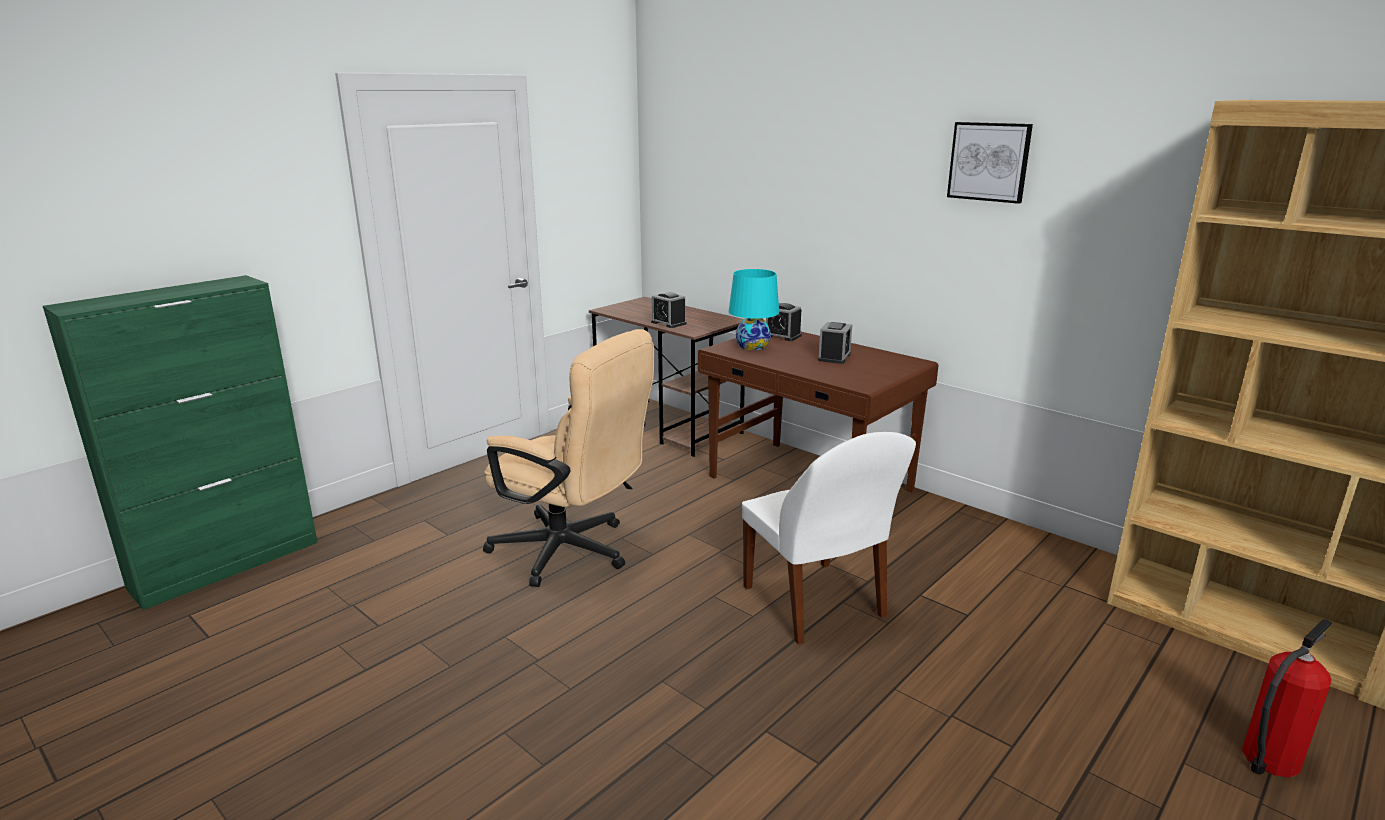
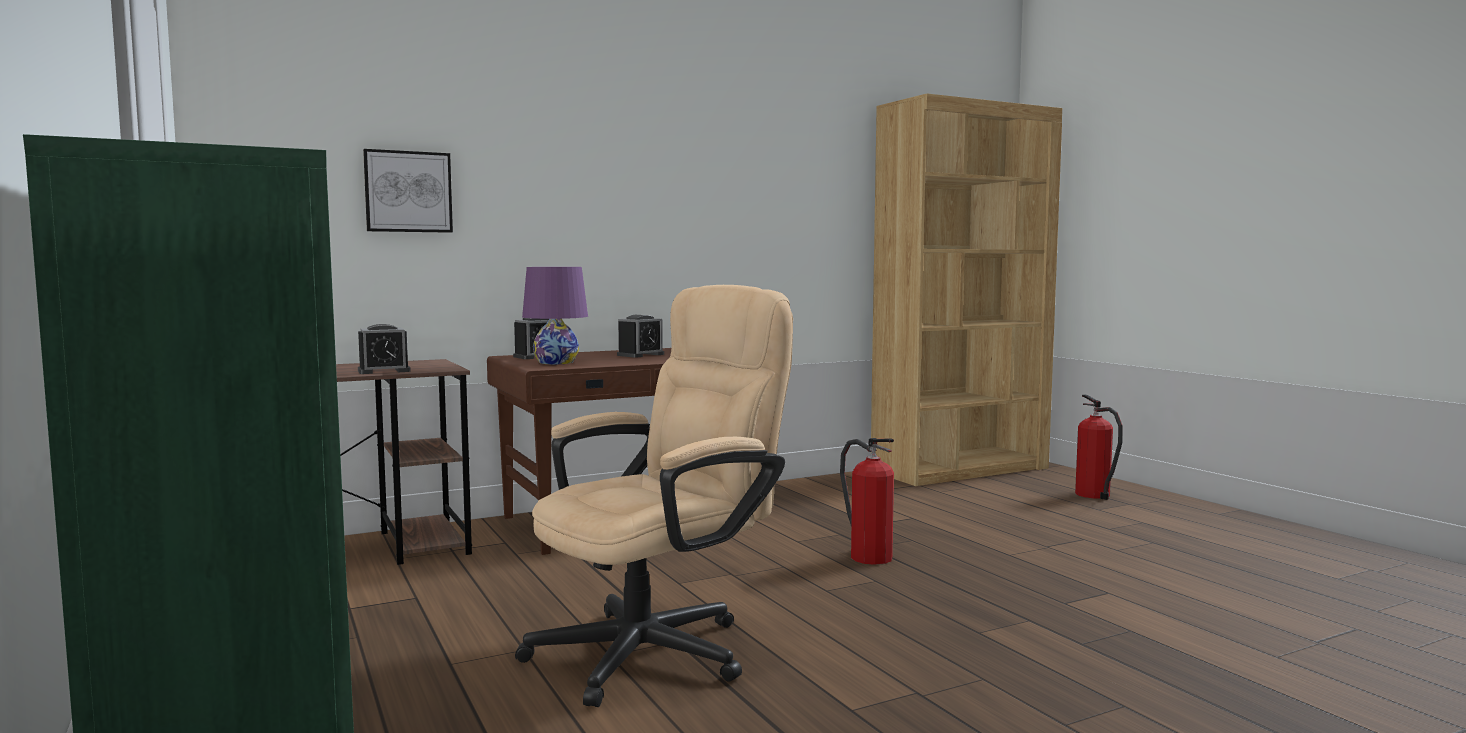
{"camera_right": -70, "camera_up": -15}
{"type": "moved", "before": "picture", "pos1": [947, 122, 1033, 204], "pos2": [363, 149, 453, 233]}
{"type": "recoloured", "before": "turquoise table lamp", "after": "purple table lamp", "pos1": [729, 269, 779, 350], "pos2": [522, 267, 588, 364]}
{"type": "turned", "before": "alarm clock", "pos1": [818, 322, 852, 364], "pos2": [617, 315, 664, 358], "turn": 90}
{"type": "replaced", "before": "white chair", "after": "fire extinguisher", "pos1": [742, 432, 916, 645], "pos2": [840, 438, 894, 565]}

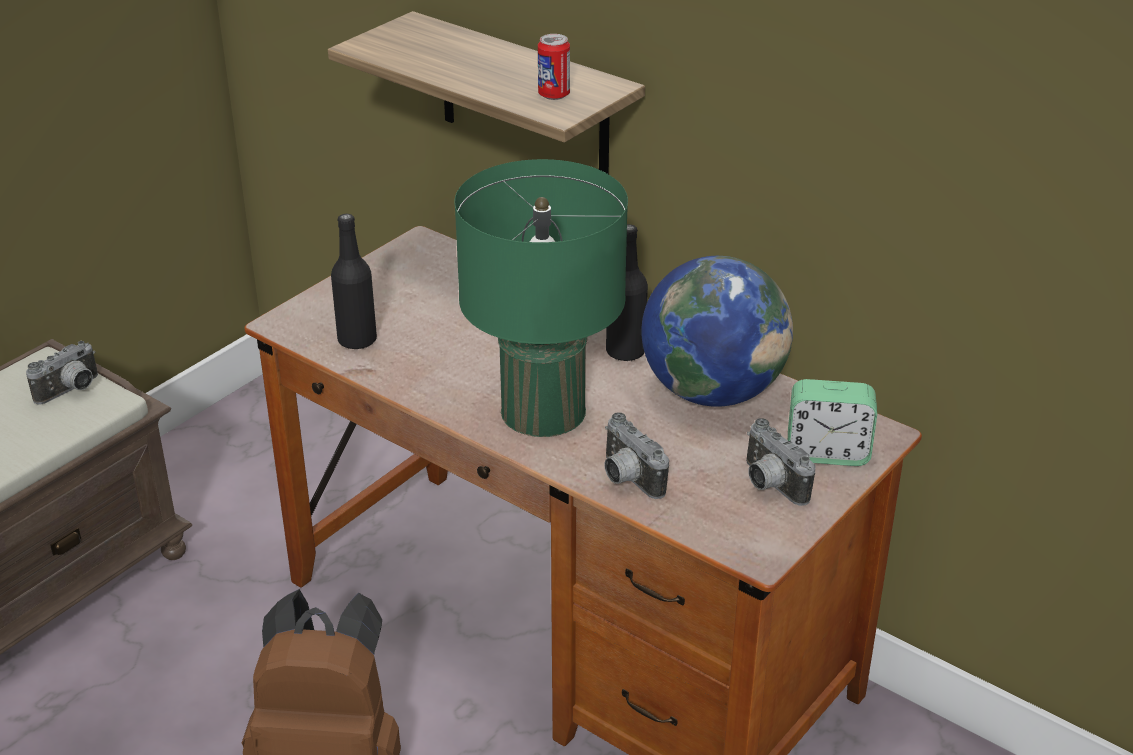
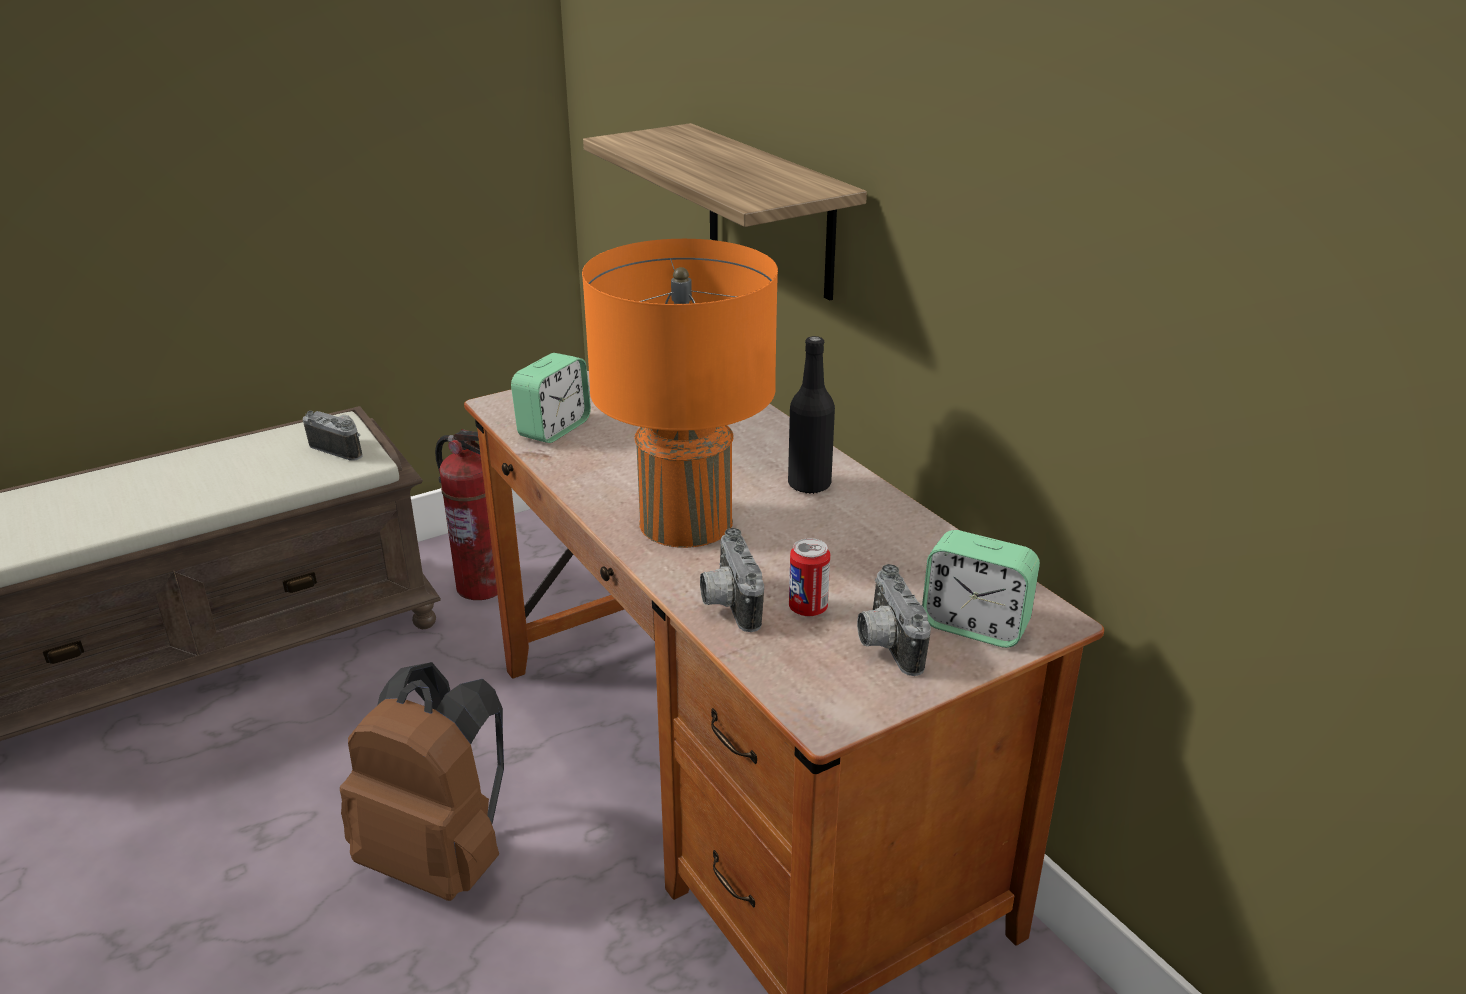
{"camera_right": 20, "camera_up": -5}
{"type": "moved", "before": "can", "pos1": [538, 34, 570, 100], "pos2": [789, 538, 830, 616]}
{"type": "recoloured", "before": "green table lamp", "after": "orange table lamp", "pos1": [454, 159, 628, 437], "pos2": [582, 239, 778, 548]}
{"type": "replaced", "before": "black bottle", "after": "alarm clock", "pos1": [331, 214, 377, 349], "pos2": [511, 353, 591, 443]}
{"type": "removed", "before": "globe", "pos1": [641, 256, 793, 407]}
{"type": "turned", "before": "photo camera", "pos1": [26, 341, 98, 405], "pos2": [303, 411, 363, 461], "turn": -120}
{"type": "added", "after": "fire extinguisher", "pos2": [435, 429, 498, 600]}

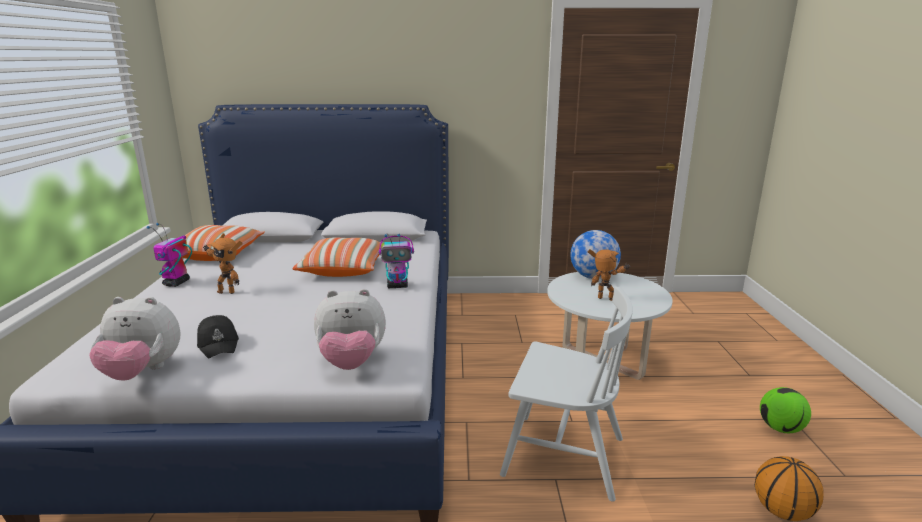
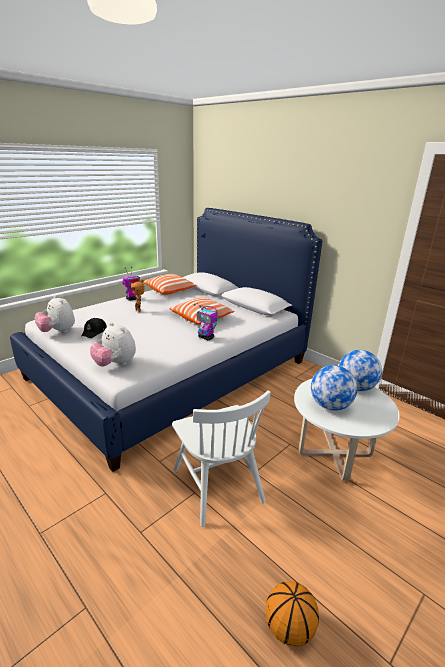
{"camera_right": 45, "camera_up": 5}
{"type": "replaced", "before": "toy robot", "after": "globe", "pos1": [588, 249, 631, 301], "pos2": [311, 365, 357, 411]}
{"type": "removed", "before": "football", "pos1": [760, 387, 811, 433]}

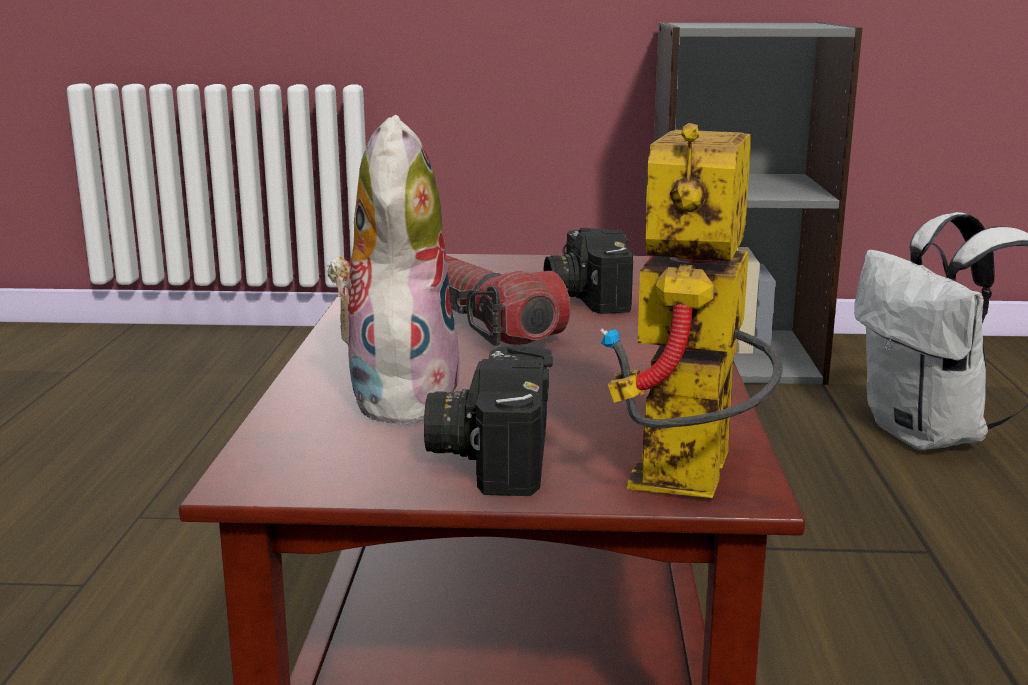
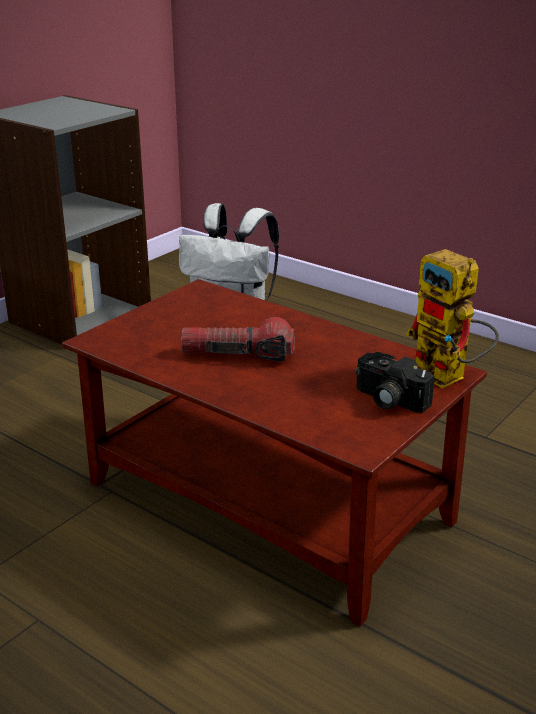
{"camera_right": -55, "camera_up": 10}
{"type": "removed", "before": "plush toy", "pos1": [327, 115, 460, 425]}
{"type": "removed", "before": "photo camera", "pos1": [543, 228, 633, 314]}

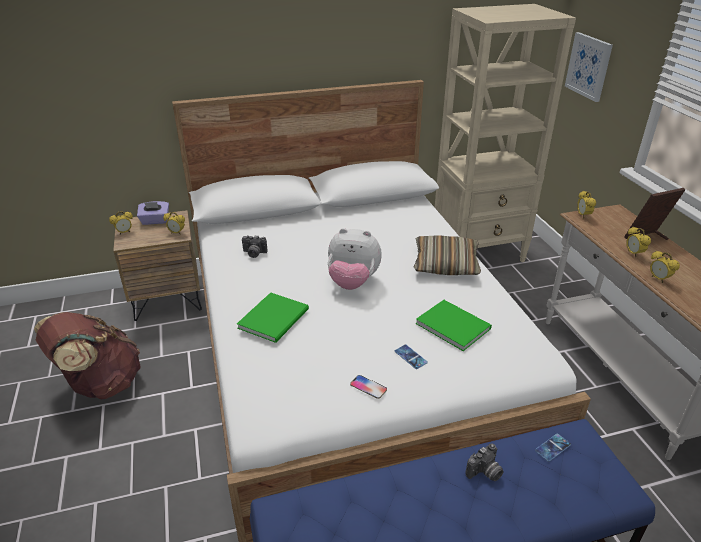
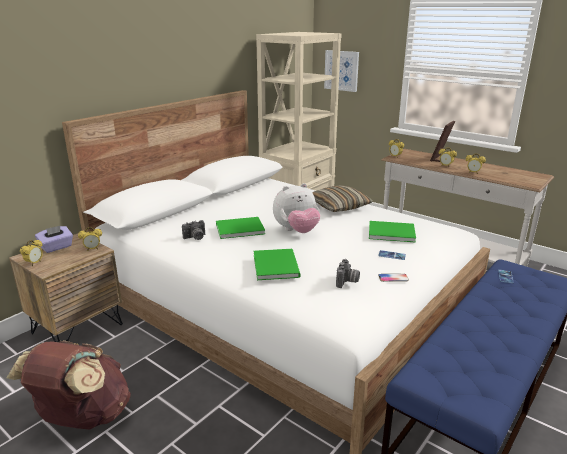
{"camera_right": -35, "camera_up": -10}
{"type": "moved", "before": "photo camera", "pos1": [465, 443, 504, 481], "pos2": [336, 259, 360, 288]}
{"type": "added", "after": "green book", "pos2": [216, 217, 265, 239]}

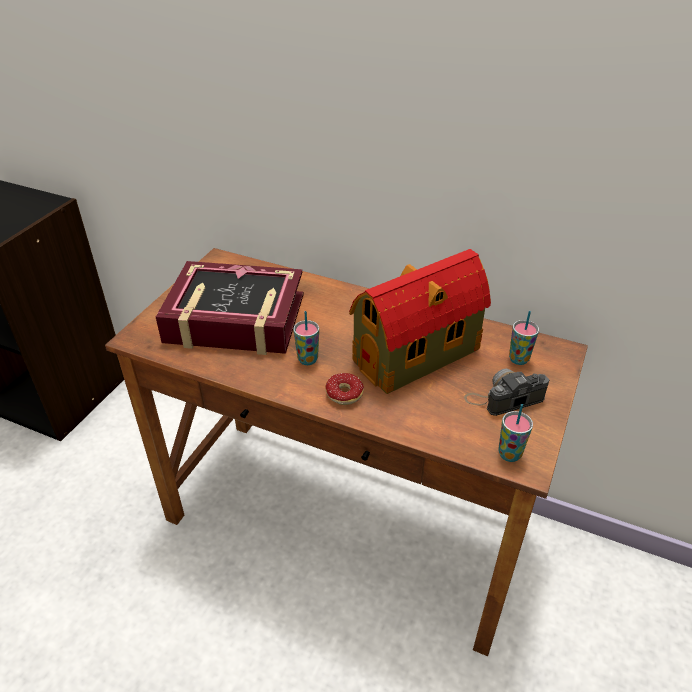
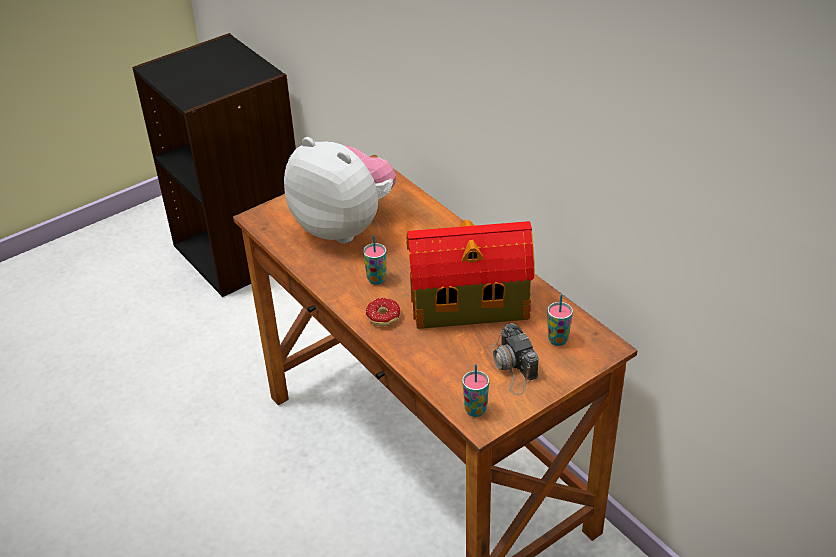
{"camera_right": 30, "camera_up": 0}
{"type": "replaced", "before": "book", "after": "plush toy", "pos1": [156, 261, 304, 355], "pos2": [284, 137, 396, 243]}
{"type": "turned", "before": "photo camera", "pos1": [464, 368, 549, 416], "pos2": [490, 323, 539, 395], "turn": -120}

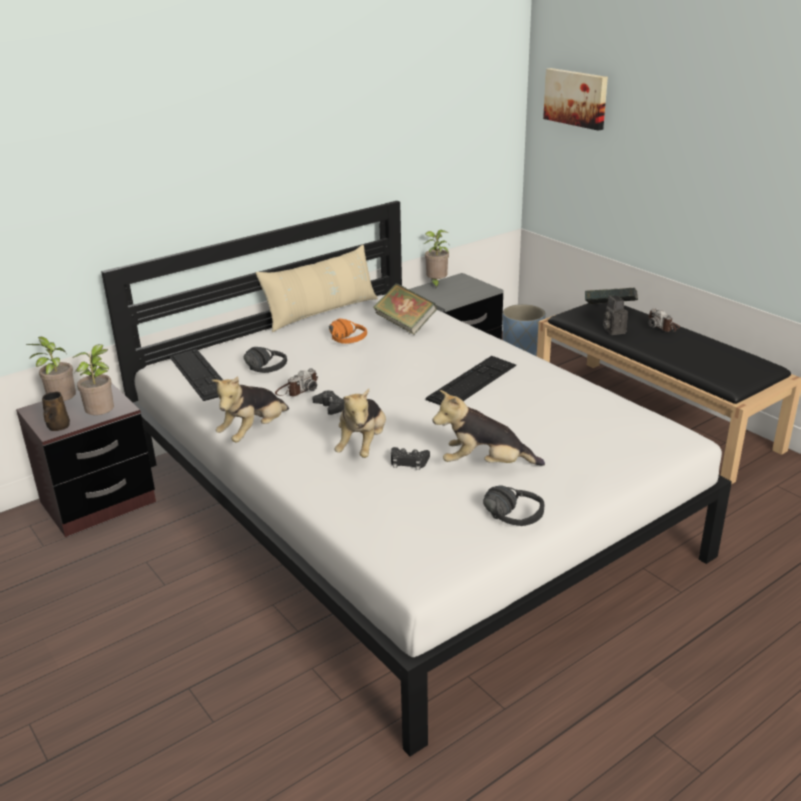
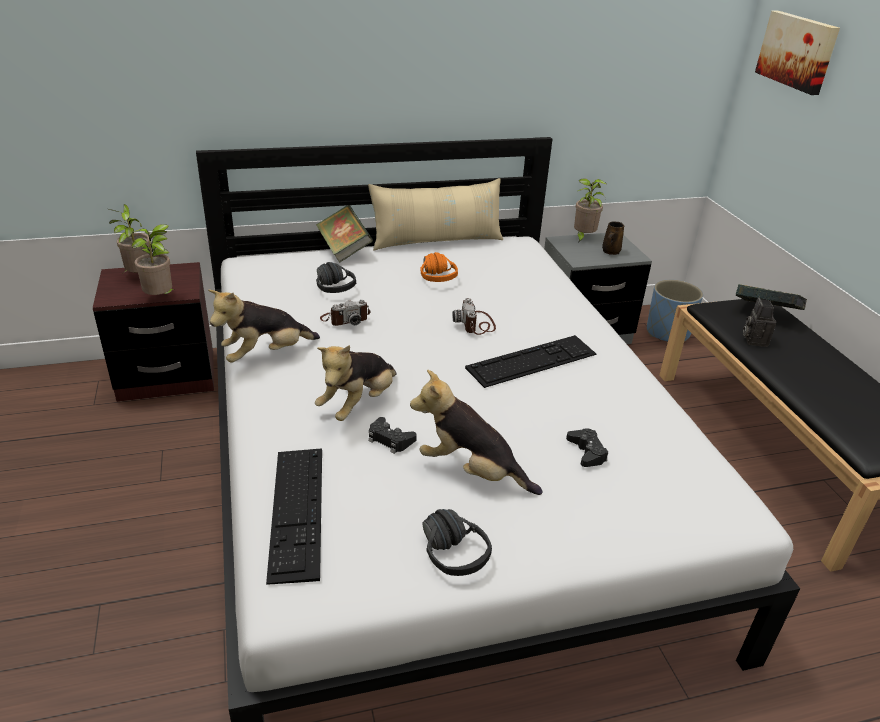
{"camera_right": 20, "camera_up": 5}
{"type": "moved", "before": "book", "pos1": [373, 283, 437, 335], "pos2": [316, 205, 373, 263]}
{"type": "moved", "before": "photo camera", "pos1": [648, 308, 680, 332], "pos2": [453, 298, 496, 335]}
{"type": "moved", "before": "keyboard", "pos1": [169, 349, 223, 401], "pos2": [266, 448, 322, 585]}
{"type": "moved", "before": "black game controller", "pos1": [312, 390, 344, 415], "pos2": [566, 428, 608, 467]}
{"type": "moved", "before": "brown mug", "pos1": [42, 392, 70, 431], "pos2": [602, 222, 624, 255]}

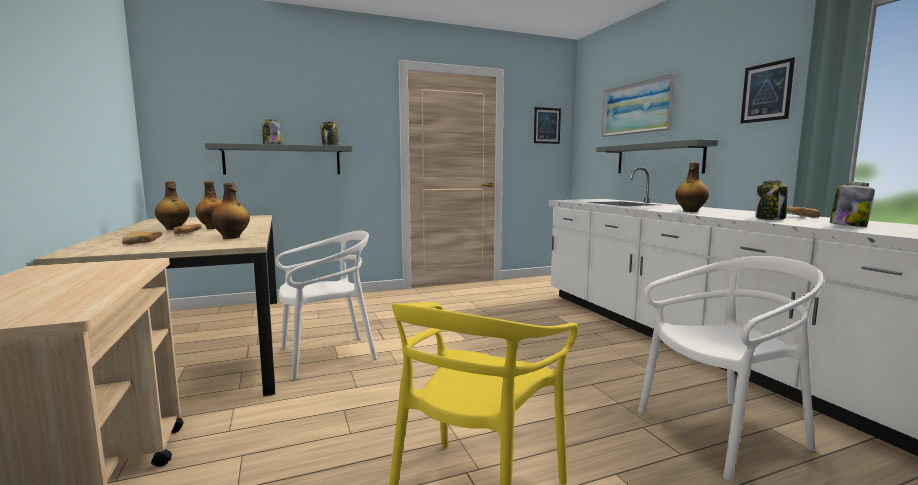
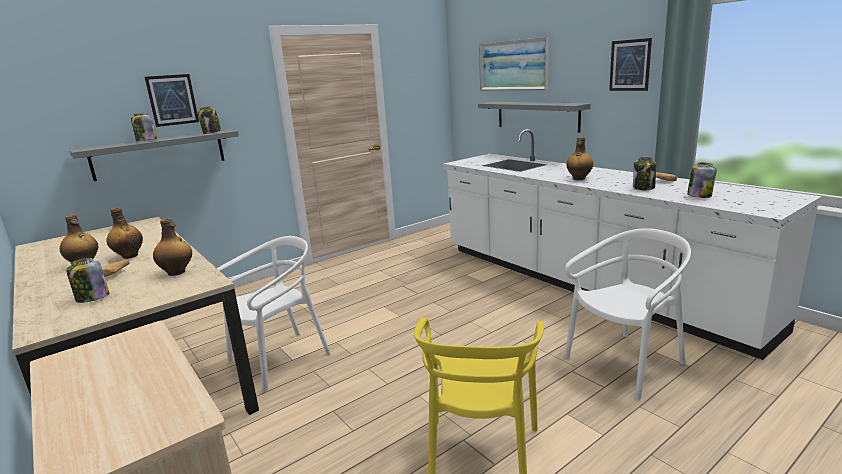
{"camera_right": -15, "camera_up": 10}
{"type": "moved", "before": "picture", "pos1": [534, 107, 561, 144], "pos2": [145, 74, 199, 127]}
{"type": "replaced", "before": "bread", "after": "jar", "pos1": [122, 231, 163, 245], "pos2": [66, 258, 109, 303]}

